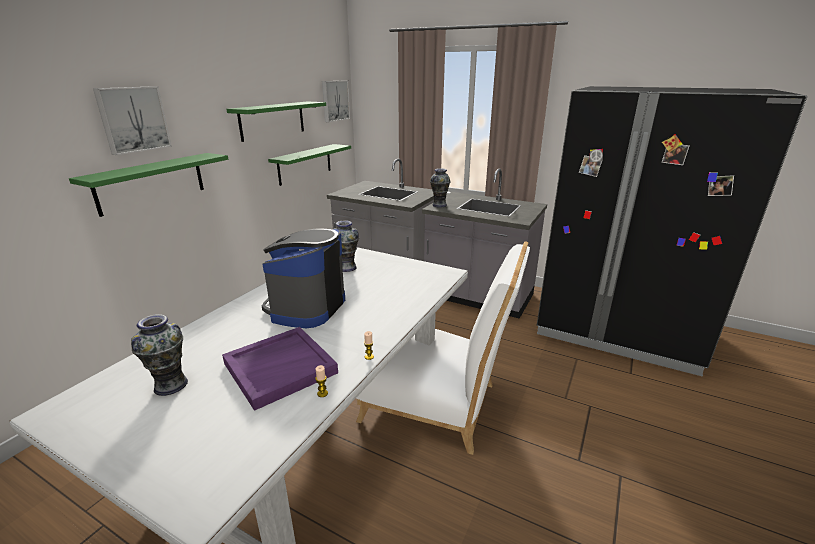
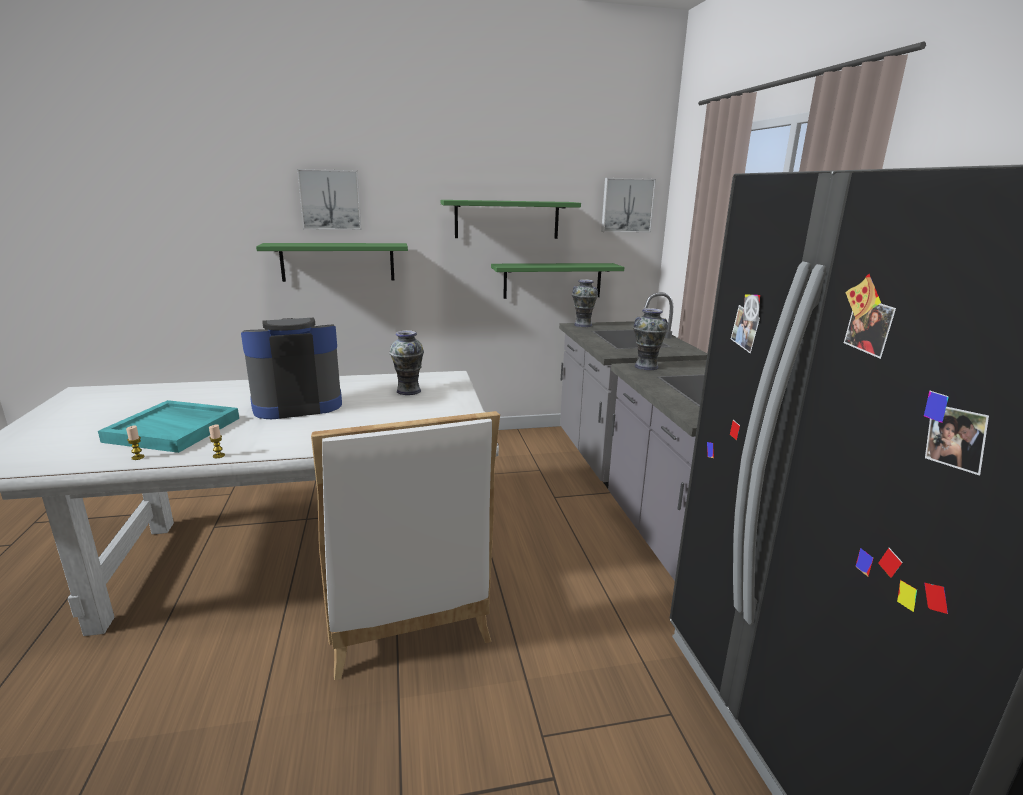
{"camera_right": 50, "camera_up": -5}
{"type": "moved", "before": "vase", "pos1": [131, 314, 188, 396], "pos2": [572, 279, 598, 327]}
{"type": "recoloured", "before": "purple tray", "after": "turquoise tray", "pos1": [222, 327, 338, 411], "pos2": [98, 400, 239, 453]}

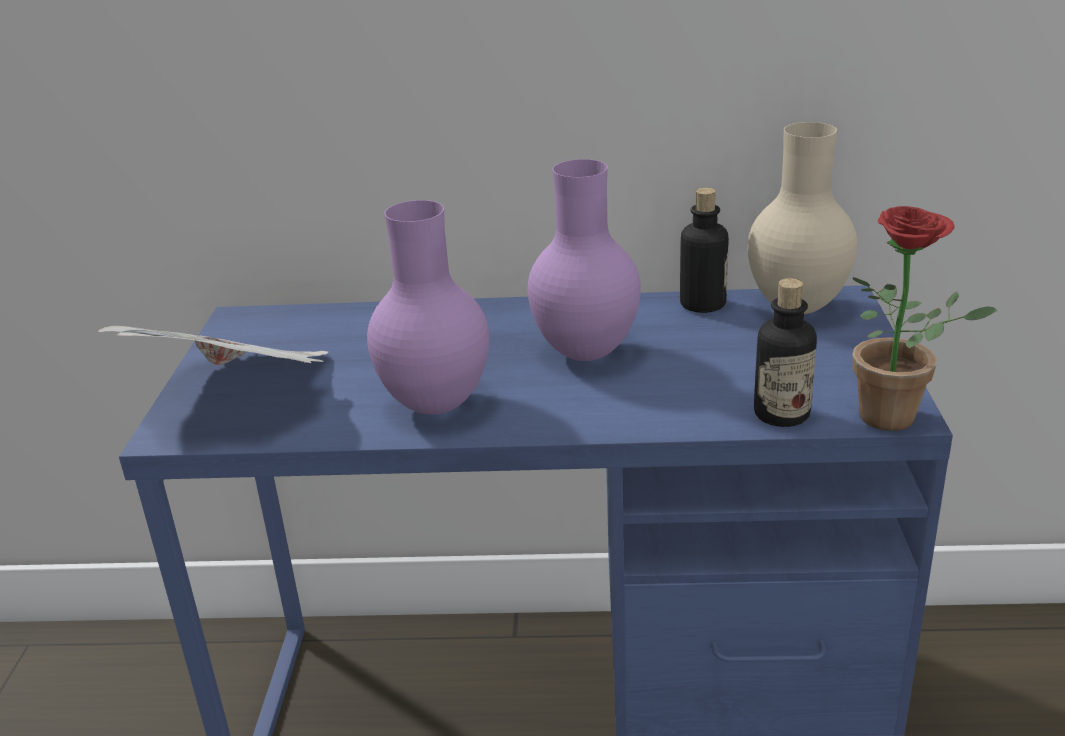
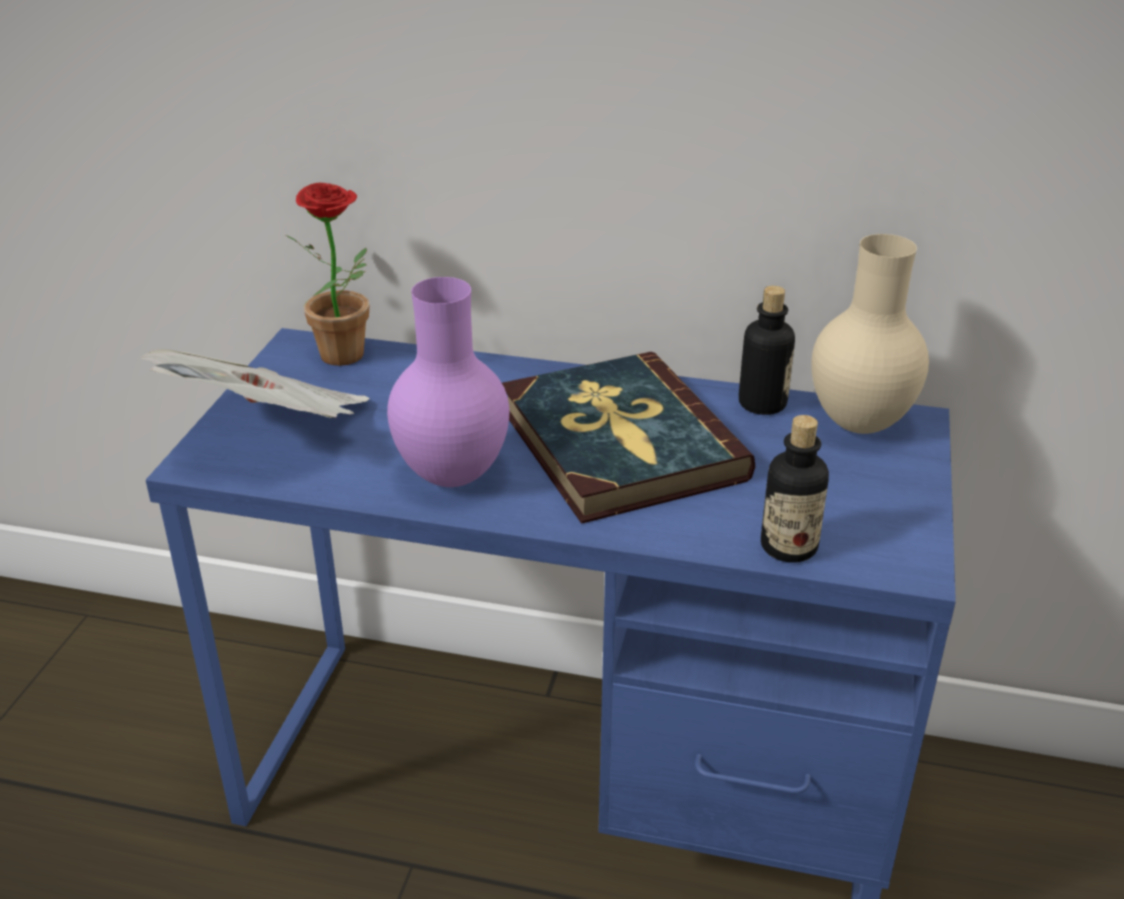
{"camera_right": 10, "camera_up": 5}
{"type": "replaced", "before": "purple vase", "after": "book", "pos1": [528, 159, 641, 361], "pos2": [502, 352, 756, 523]}
{"type": "moved", "before": "potted plant", "pos1": [852, 206, 998, 431], "pos2": [286, 183, 370, 366]}

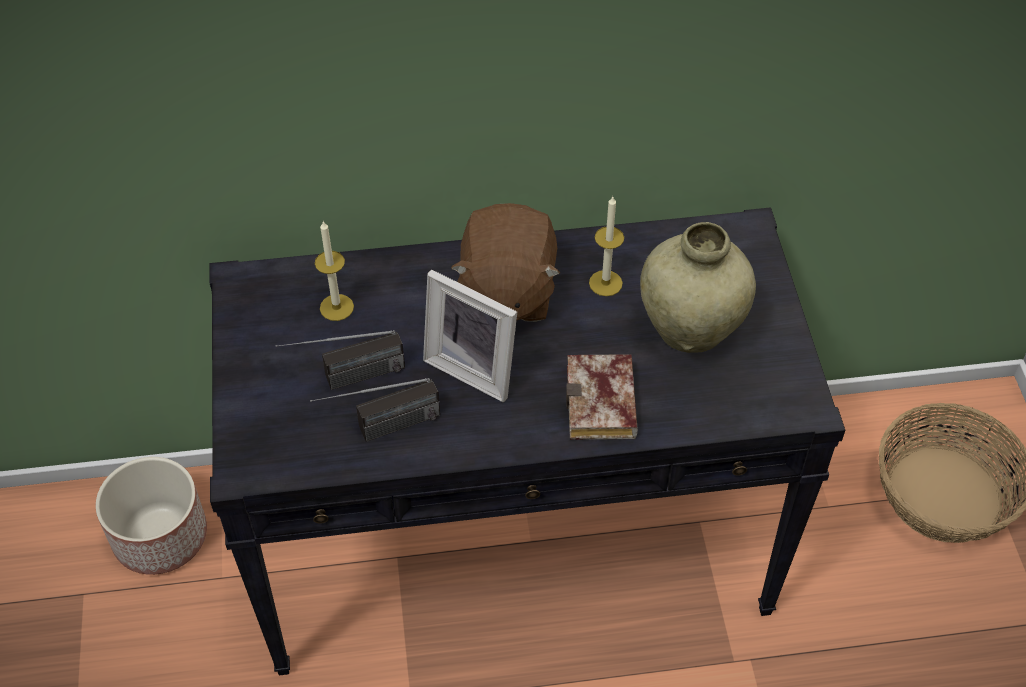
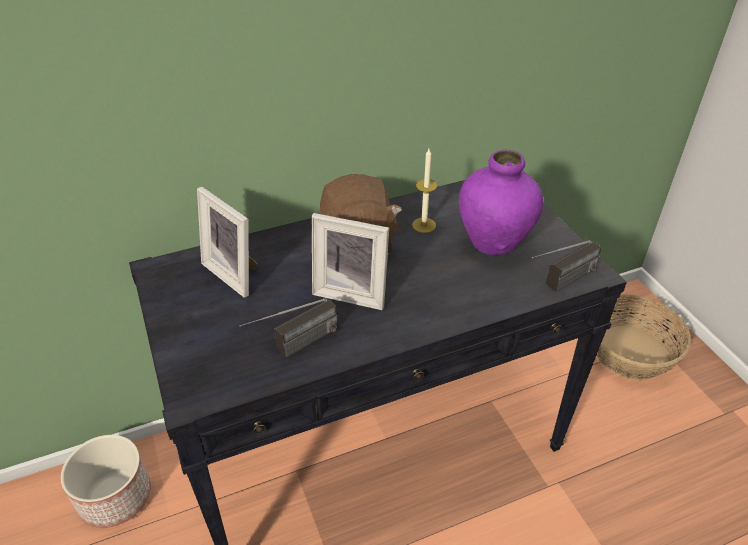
{"camera_right": -15, "camera_up": -10}
{"type": "replaced", "before": "candle", "after": "picture frame", "pos1": [315, 220, 354, 321], "pos2": [197, 187, 258, 298]}
{"type": "recoloured", "before": "beige vase", "after": "purple vase", "pos1": [640, 222, 756, 353], "pos2": [459, 150, 543, 255]}
{"type": "moved", "before": "radio", "pos1": [275, 330, 405, 390], "pos2": [532, 240, 602, 292]}
{"type": "removed", "before": "book", "pos1": [566, 354, 638, 440]}

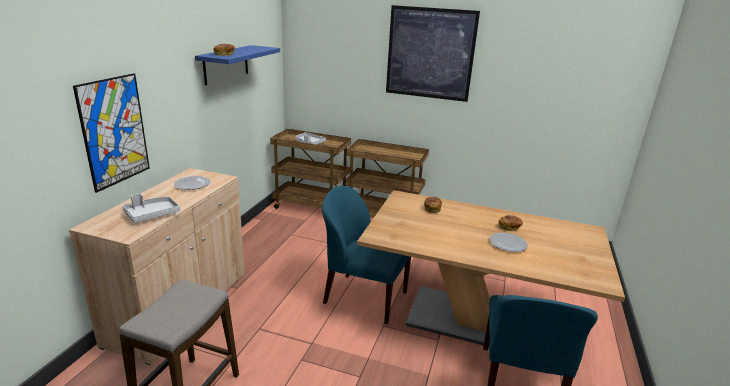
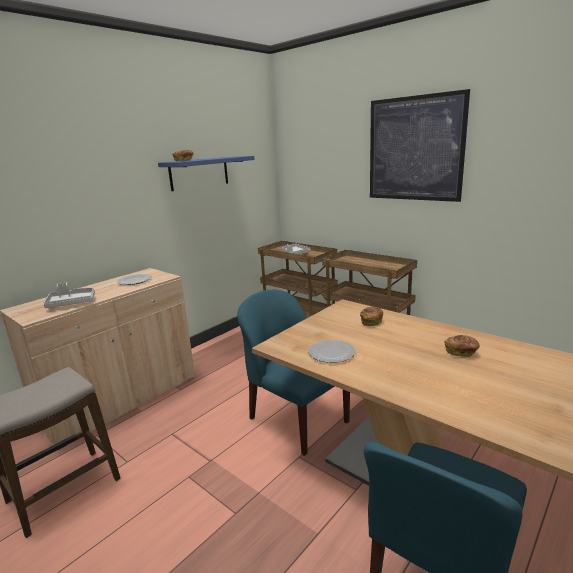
{"camera_right": 25, "camera_up": -5}
{"type": "removed", "before": "picture", "pos1": [73, 73, 150, 193]}
{"type": "moved", "before": "plate", "pos1": [489, 233, 528, 252], "pos2": [309, 340, 356, 363]}

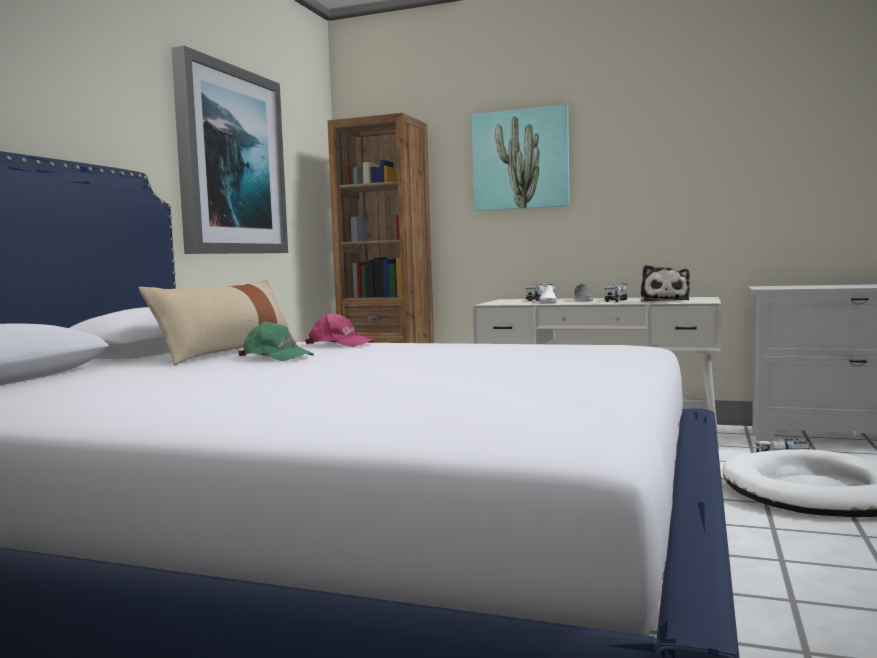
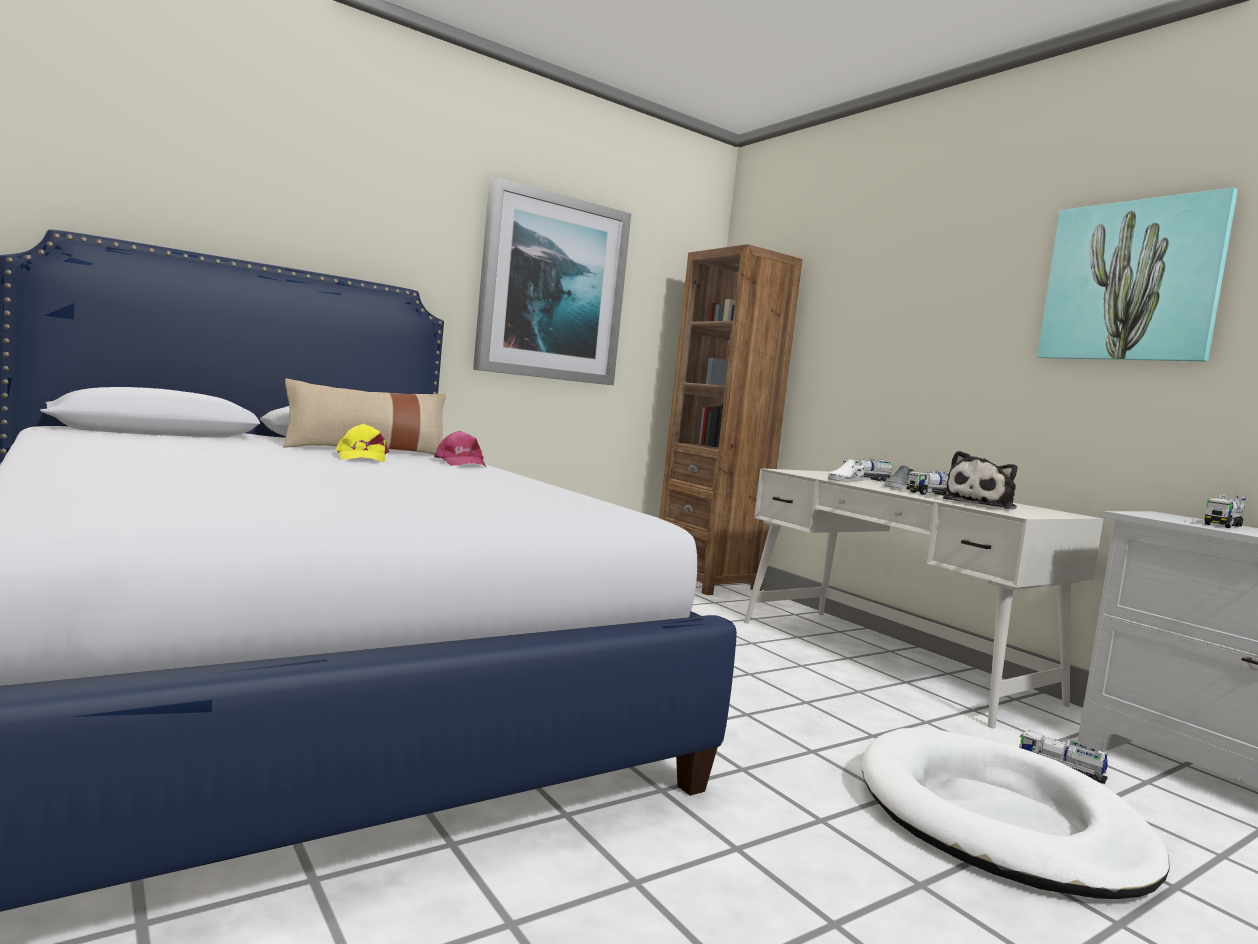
{"camera_right": 35, "camera_up": 0}
{"type": "moved", "before": "picture", "pos1": [472, 105, 570, 211], "pos2": [1037, 187, 1238, 362]}
{"type": "recoloured", "before": "green cap", "after": "yellow cap", "pos1": [238, 321, 314, 361], "pos2": [336, 424, 389, 462]}
{"type": "added", "after": "toy truck", "pos2": [1204, 494, 1246, 528]}

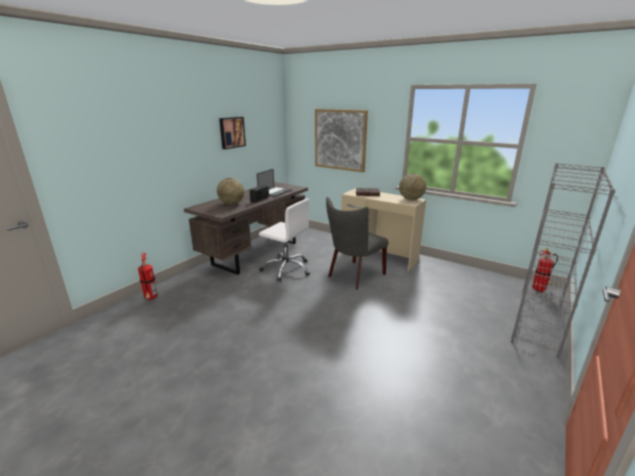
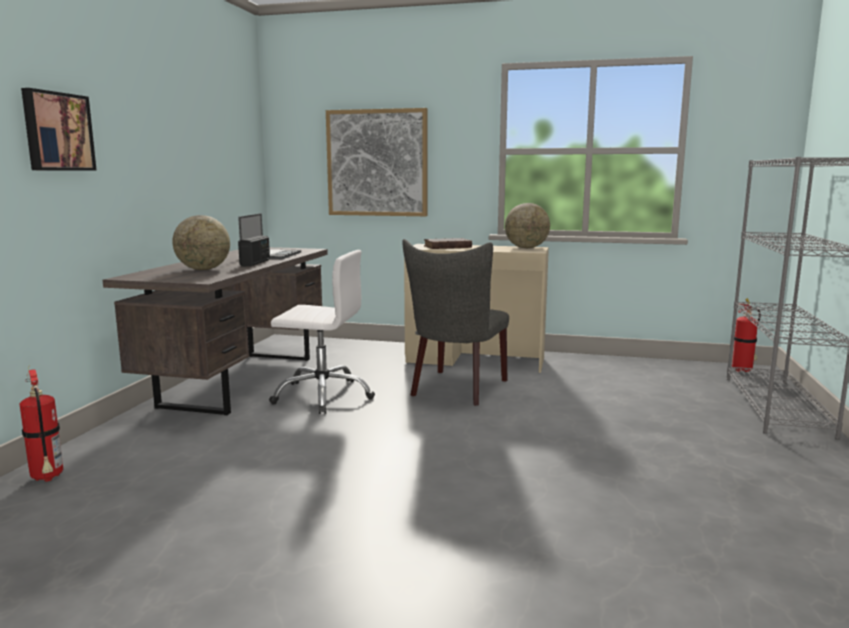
{"camera_right": -20, "camera_up": -10}
{"type": "moved", "before": "picture", "pos1": [219, 117, 246, 149], "pos2": [21, 88, 97, 171]}

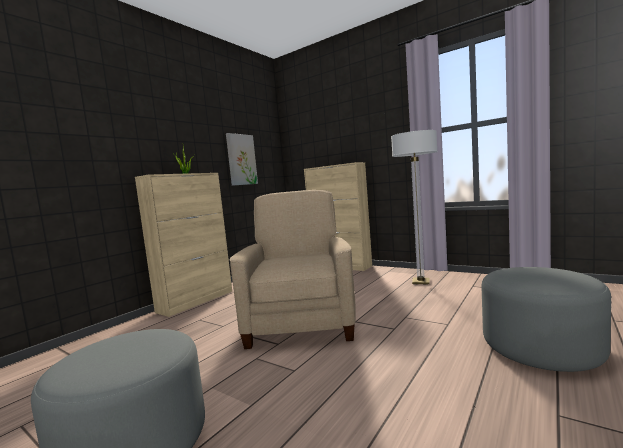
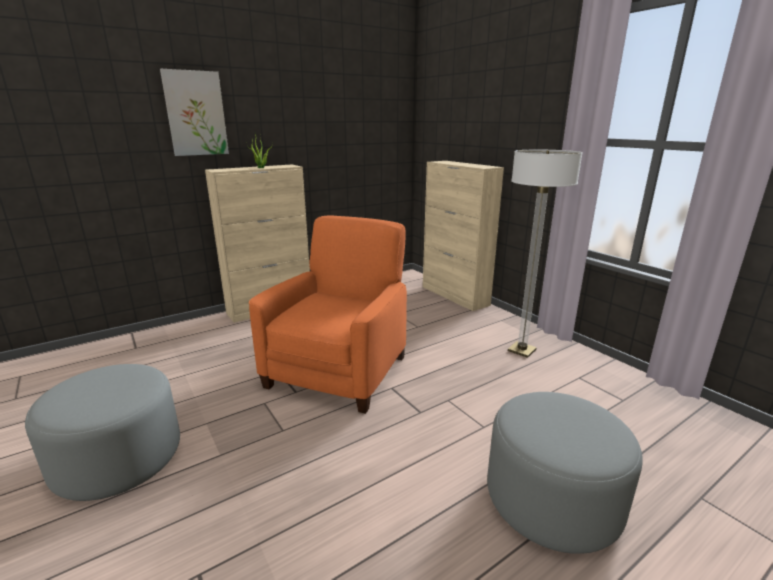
{"camera_right": 20, "camera_up": 15}
{"type": "moved", "before": "picture", "pos1": [226, 133, 258, 186], "pos2": [160, 69, 229, 156]}
{"type": "recoloured", "before": "beige armchair", "after": "orange armchair", "pos1": [230, 190, 356, 349], "pos2": [249, 216, 407, 414]}

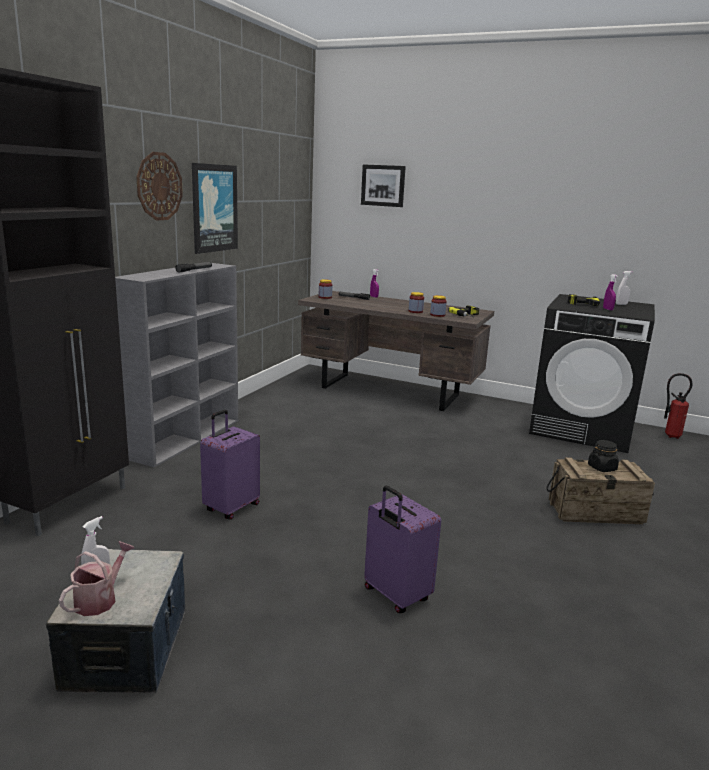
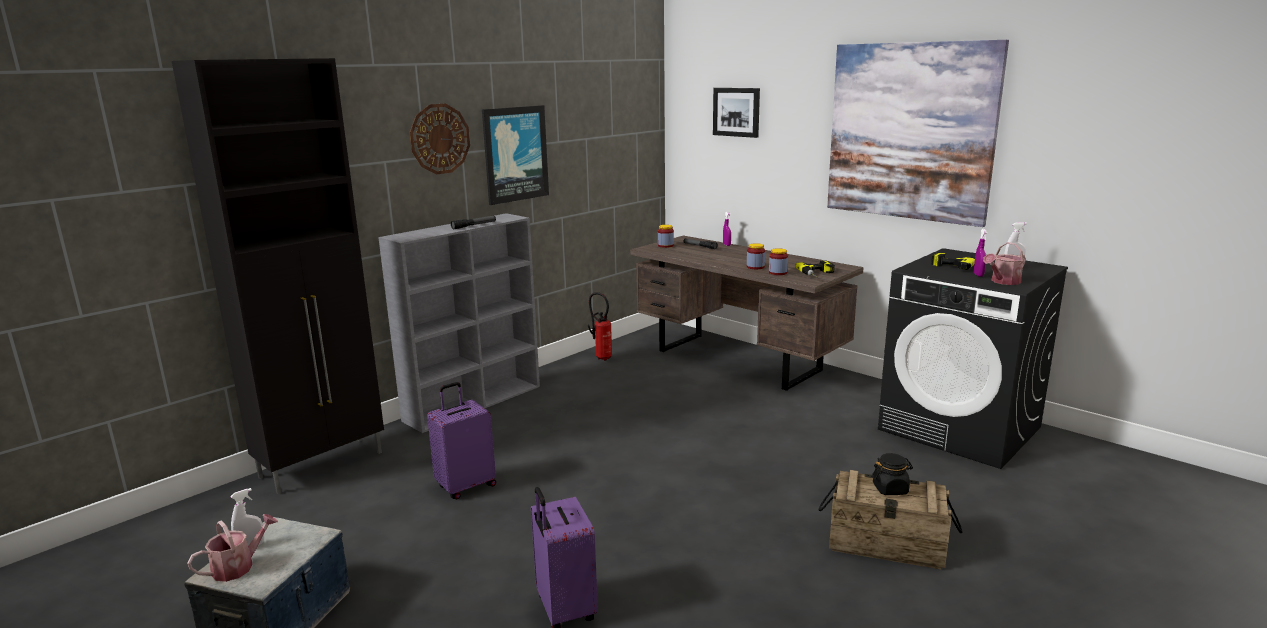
{"camera_right": 20, "camera_up": 0}
{"type": "moved", "before": "fire extinguisher", "pos1": [664, 373, 692, 439], "pos2": [588, 292, 612, 361]}
{"type": "added", "after": "picture", "pos2": [827, 40, 1009, 227]}
{"type": "added", "after": "watering can", "pos2": [983, 242, 1026, 285]}

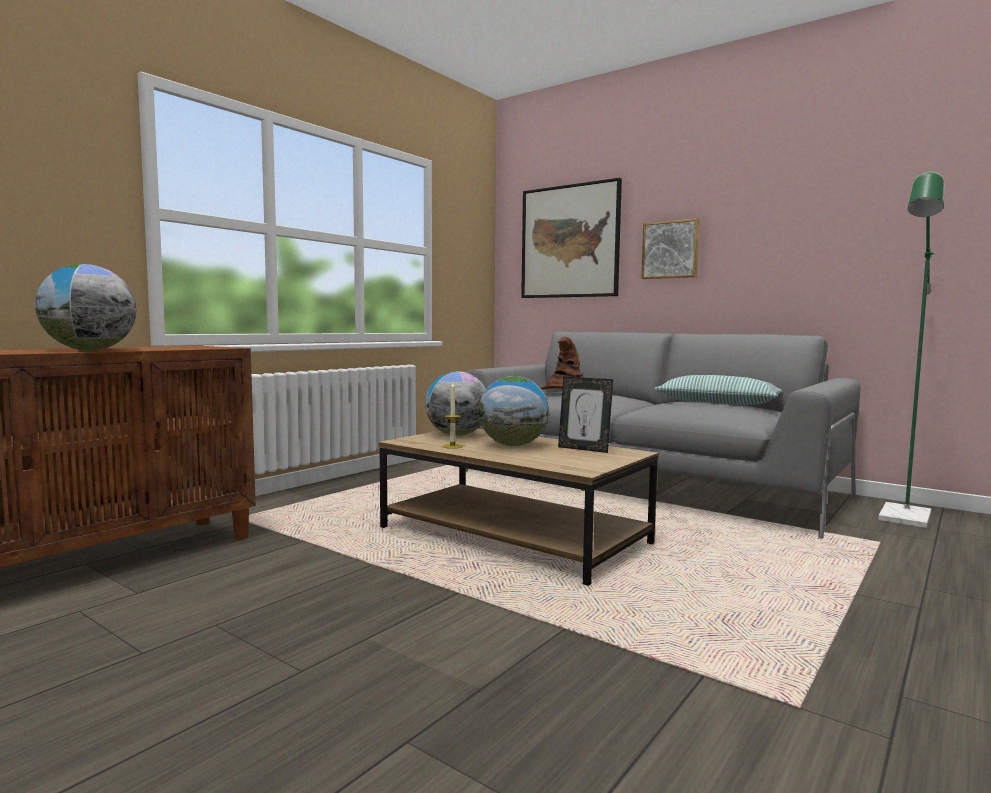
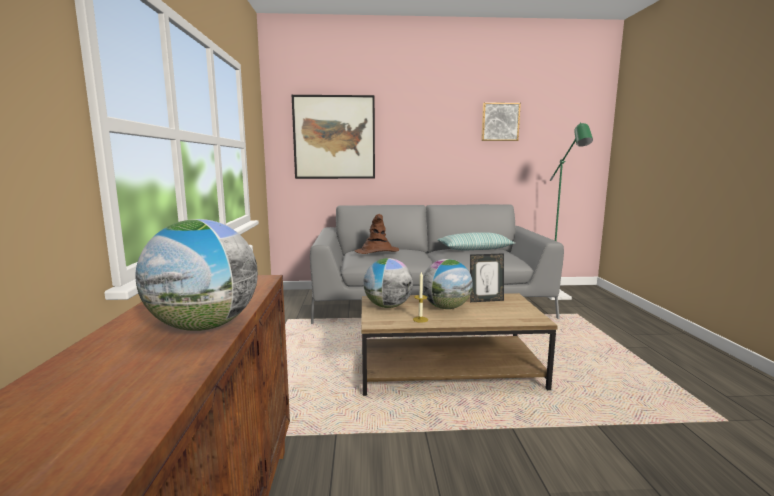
{"camera_right": -40, "camera_up": 5}
{"type": "moved", "before": "picture", "pos1": [641, 218, 700, 279], "pos2": [481, 102, 521, 141]}

